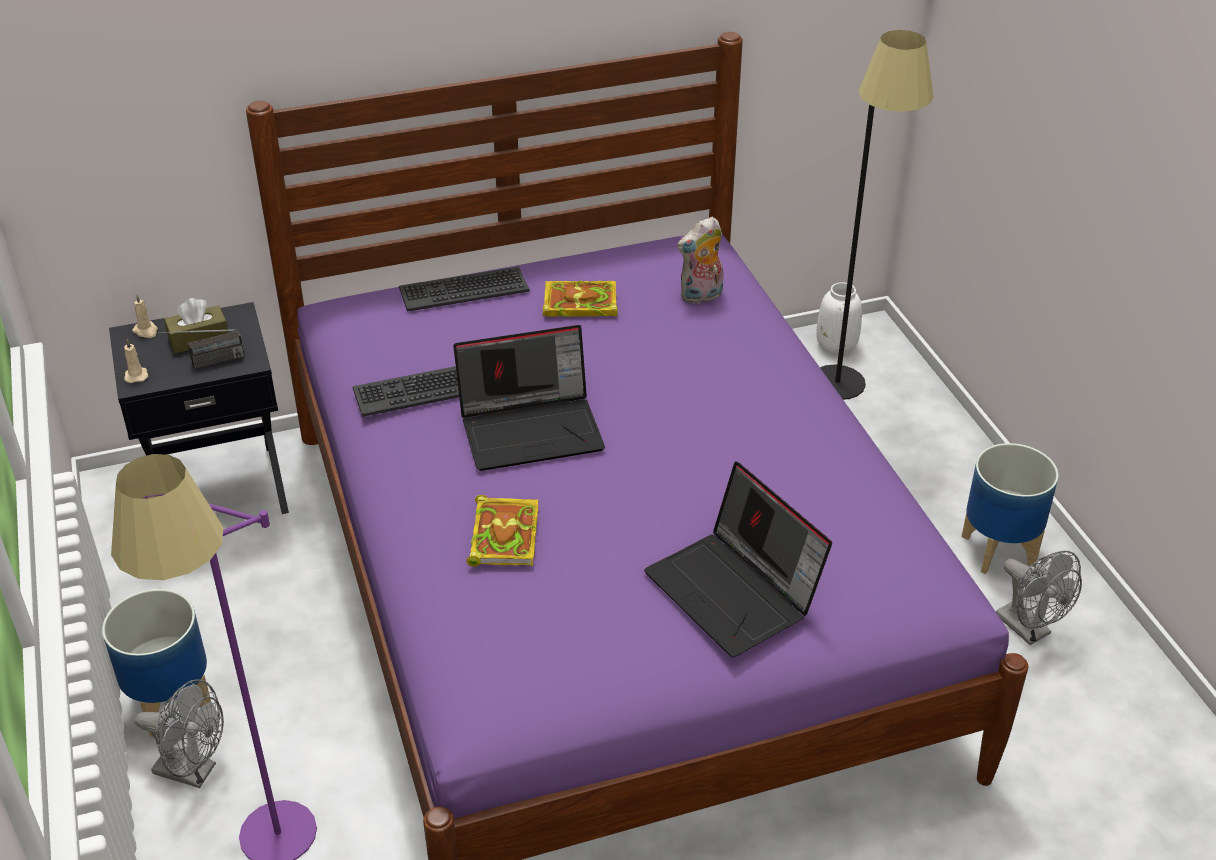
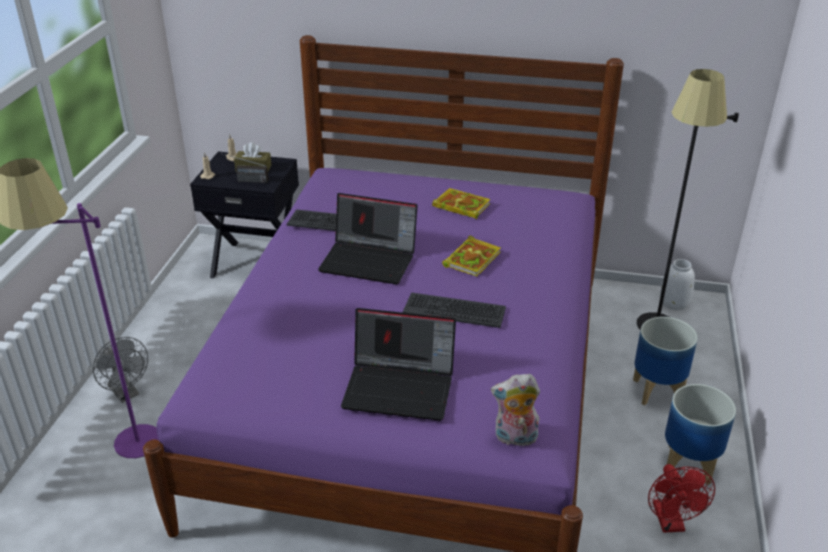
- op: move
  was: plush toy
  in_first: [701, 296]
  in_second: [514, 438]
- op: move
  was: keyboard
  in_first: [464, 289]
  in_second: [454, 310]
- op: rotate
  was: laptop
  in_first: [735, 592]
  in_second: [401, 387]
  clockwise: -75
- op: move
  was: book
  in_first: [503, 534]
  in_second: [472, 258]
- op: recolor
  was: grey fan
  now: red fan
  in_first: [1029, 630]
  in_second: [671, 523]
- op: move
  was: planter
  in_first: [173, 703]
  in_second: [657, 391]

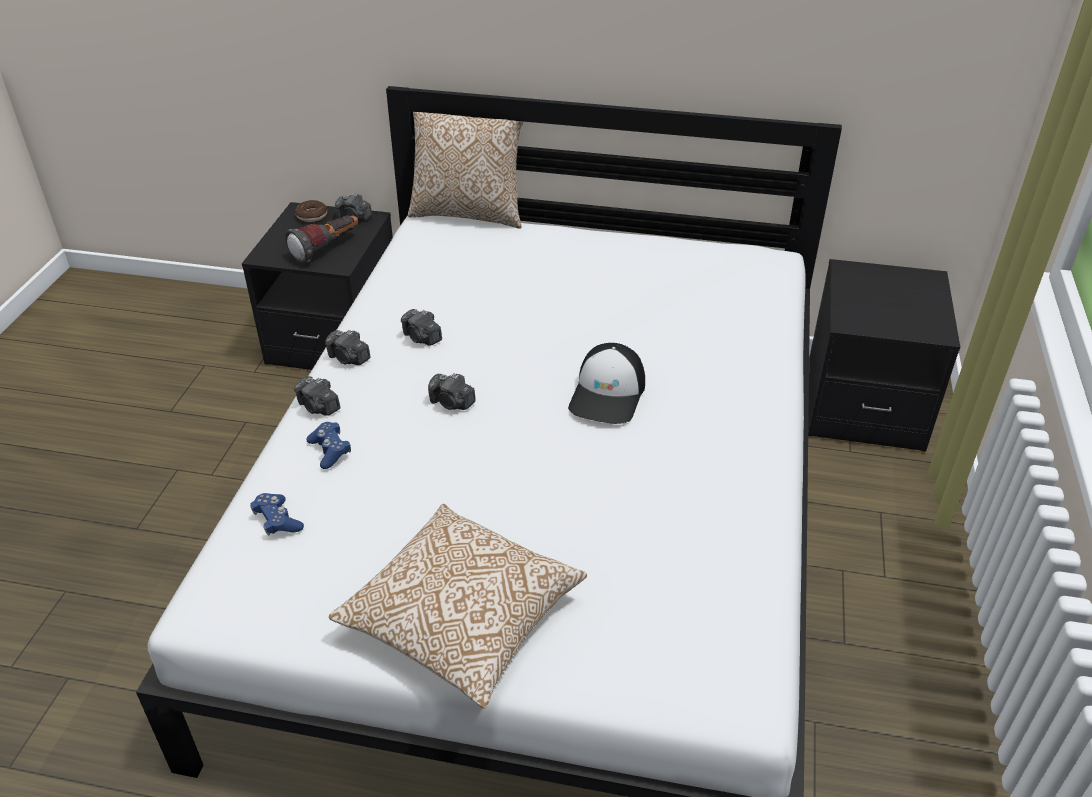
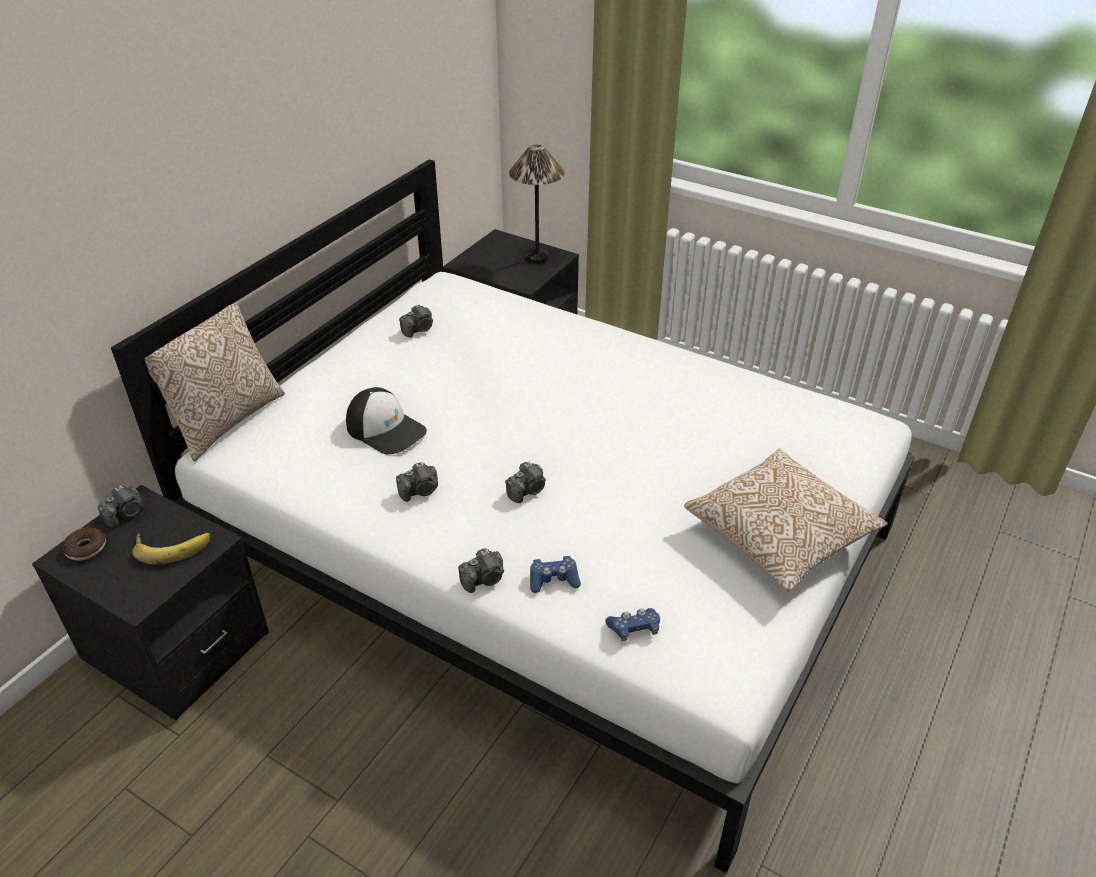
- op: replace
  was: flashlight
  now: banana
  in_first: [327, 249]
  in_second: [172, 546]
- op: move
  was: photo camera
  in_first: [349, 358]
  in_second: [419, 329]
- op: move
  was: cap
  in_first: [608, 394]
  in_second: [386, 429]
- op: insert
  now: table lamp
  in_second: [537, 258]

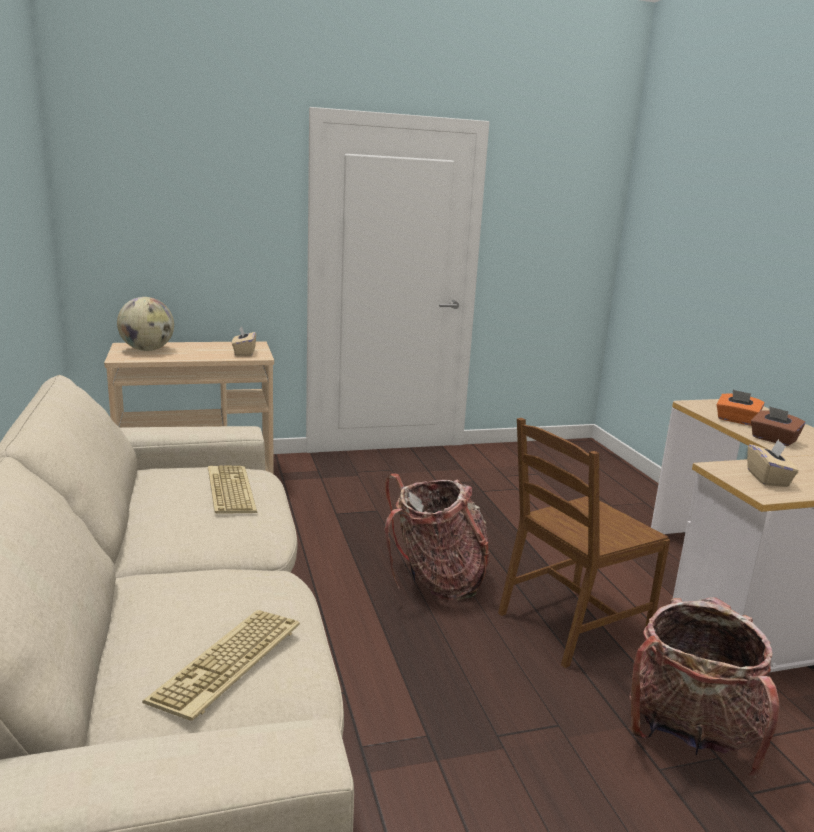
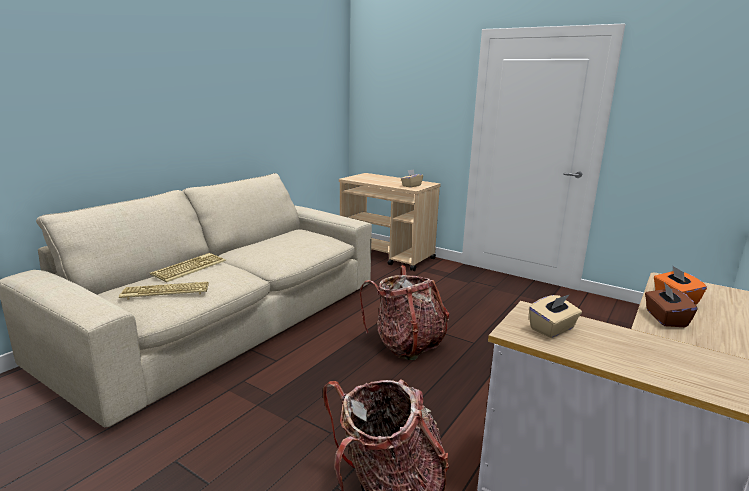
- op: delete
  was: globe
  in_first: [147, 350]
- op: delete
  was: brown chair
  in_first: [571, 623]
- op: move
  was: keyboard
  in_first: [229, 490]
  in_second: [189, 267]

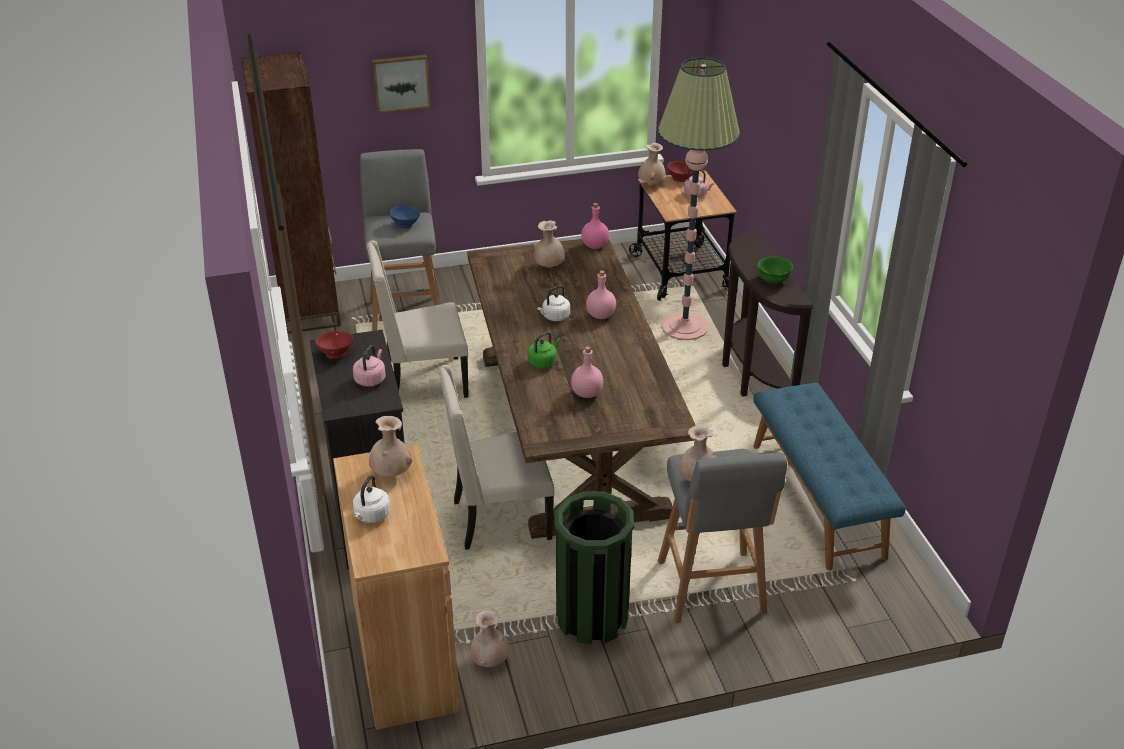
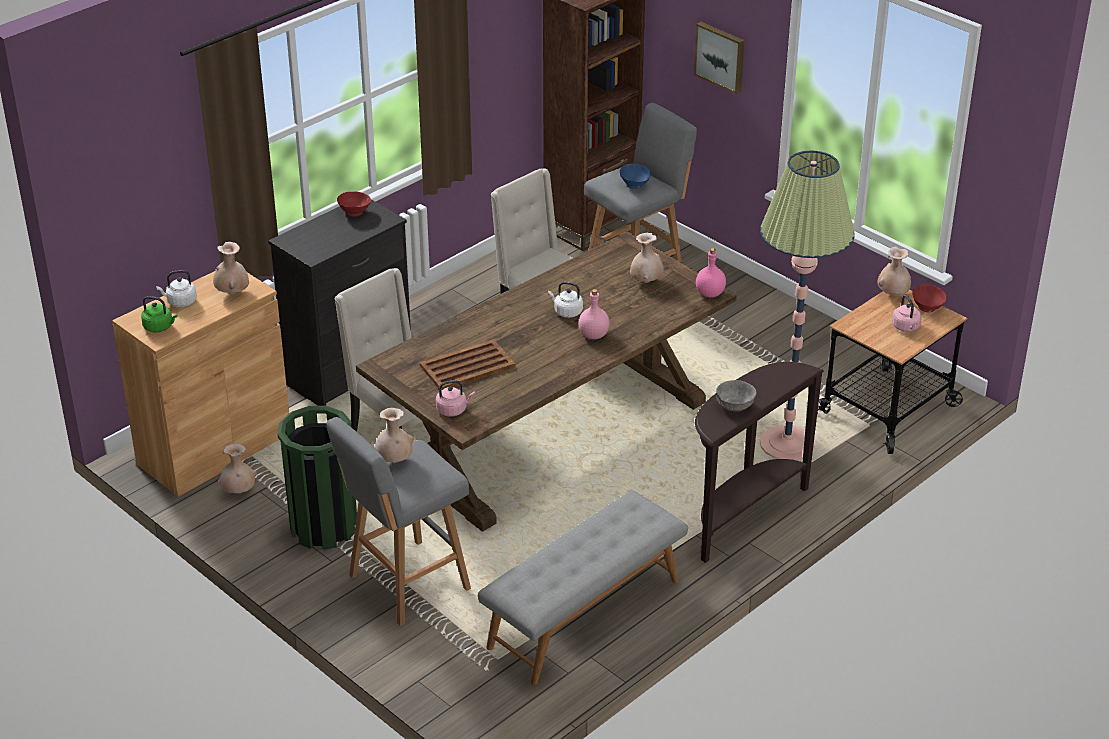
- op: recolor
  was: green bowl
  now: grey bowl
  in_first: [773, 279]
  in_second: [734, 406]
- op: move
  was: green kettle
  in_first: [543, 362]
  in_second: [160, 327]
- op: move
  was: pink kettle
  in_first: [371, 379]
  in_second: [453, 410]
- op: replace
  was: pink bottle
  now: brown tray
  in_first: [586, 393]
  in_second: [466, 366]
- op: recolor
  was: blue bench
  now: grey bench
  in_first: [818, 499]
  in_second: [585, 615]

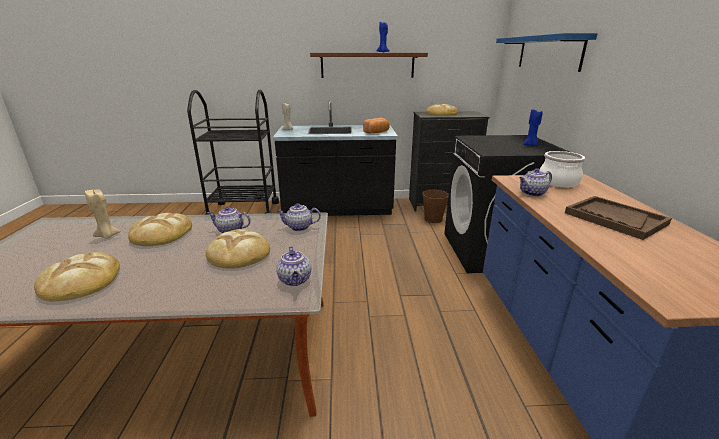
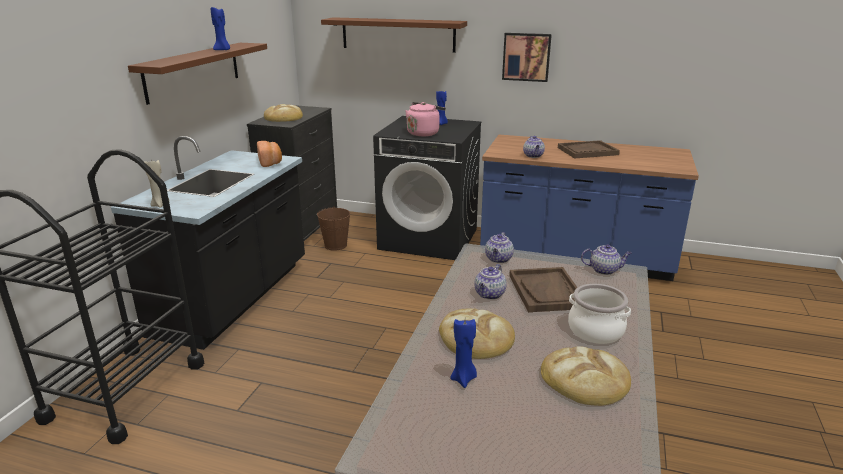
- op: recolor
  was: blue shelf
  now: brown shelf
  in_first: [548, 52]
  in_second: [398, 34]
- op: move
  was: cooking pot
  in_first: [557, 182]
  in_second: [595, 331]
- op: recolor
  was: beige candle
  now: blue candle
  in_first: [107, 236]
  in_second: [464, 379]
- op: replace
  was: bread
  now: brown tray
  in_first: [239, 253]
  in_second: [546, 291]
- op: insert
  now: picture
  in_second: [526, 57]
- op: insert
  now: pink kettle
  in_second: [424, 133]

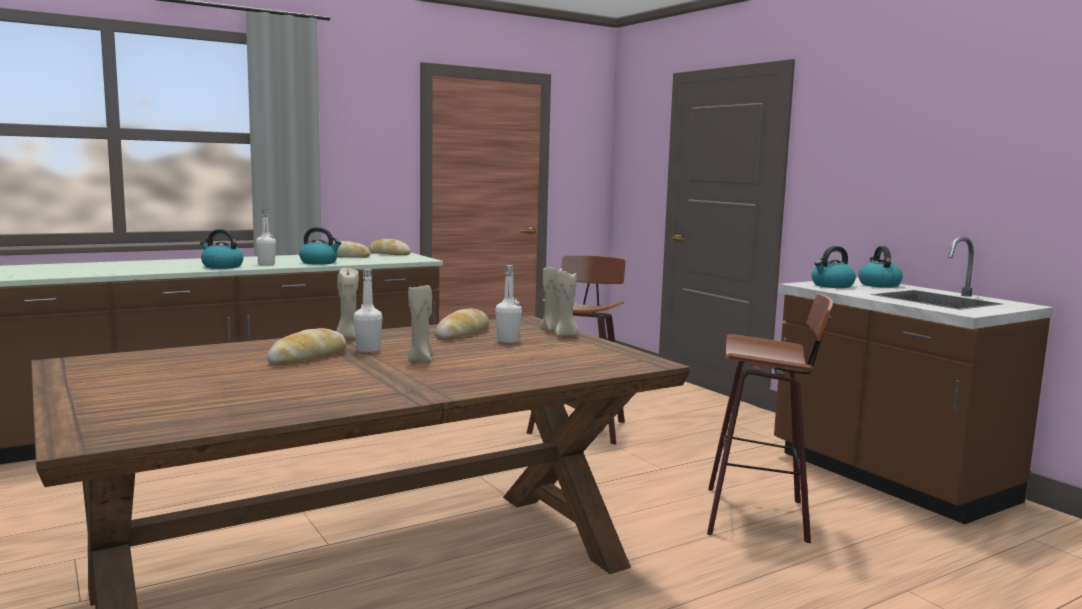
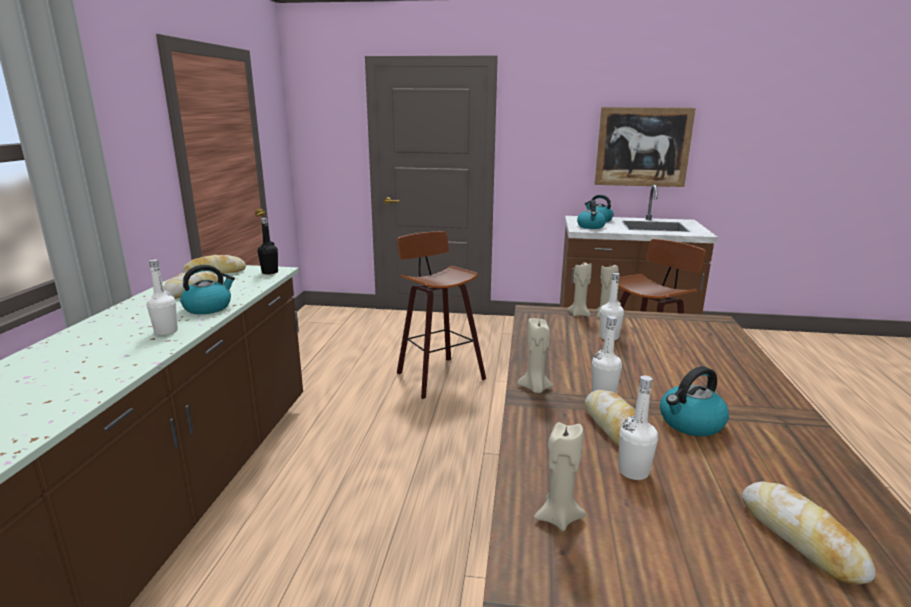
- op: move
  was: kettle
  in_first: [221, 266]
  in_second: [690, 423]
- op: move
  was: beige candle
  in_first: [421, 360]
  in_second: [558, 518]
- op: move
  was: bread
  in_first: [462, 333]
  in_second: [800, 538]
- op: insert
  now: picture
  in_second: [642, 147]
- op: insert
  now: black bottle
  in_second: [270, 272]
- op: insert
  now: white bottle
  in_second: [633, 471]

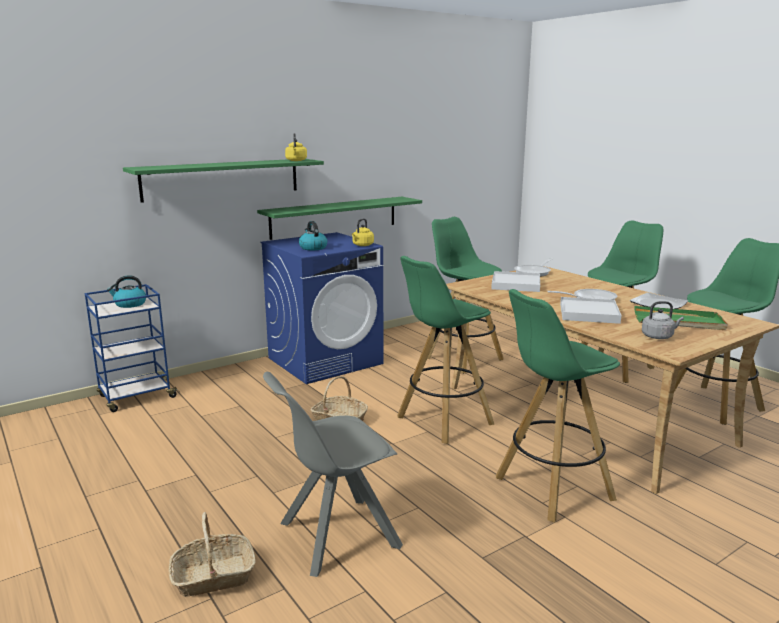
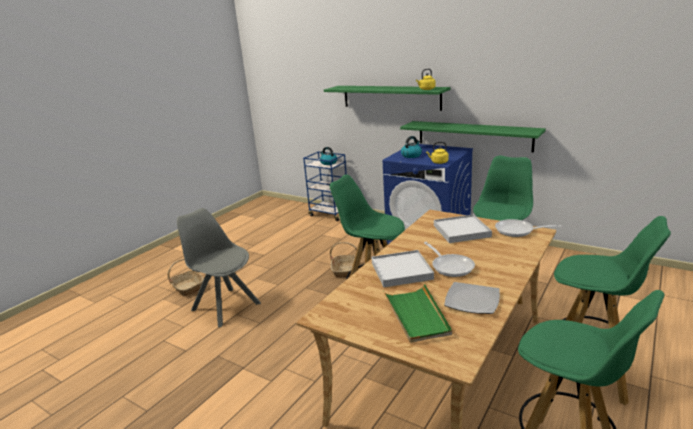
- op: delete
  was: green stool
  in_first: [552, 489]
- op: delete
  was: grey kettle
  in_first: [658, 336]

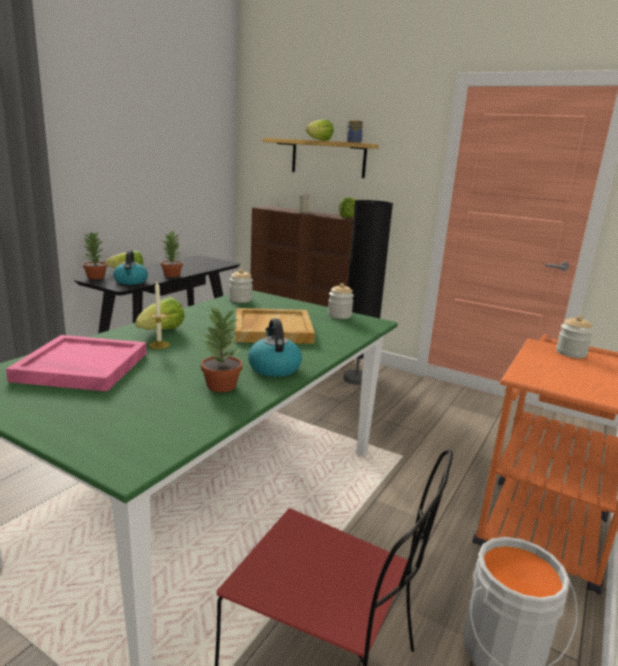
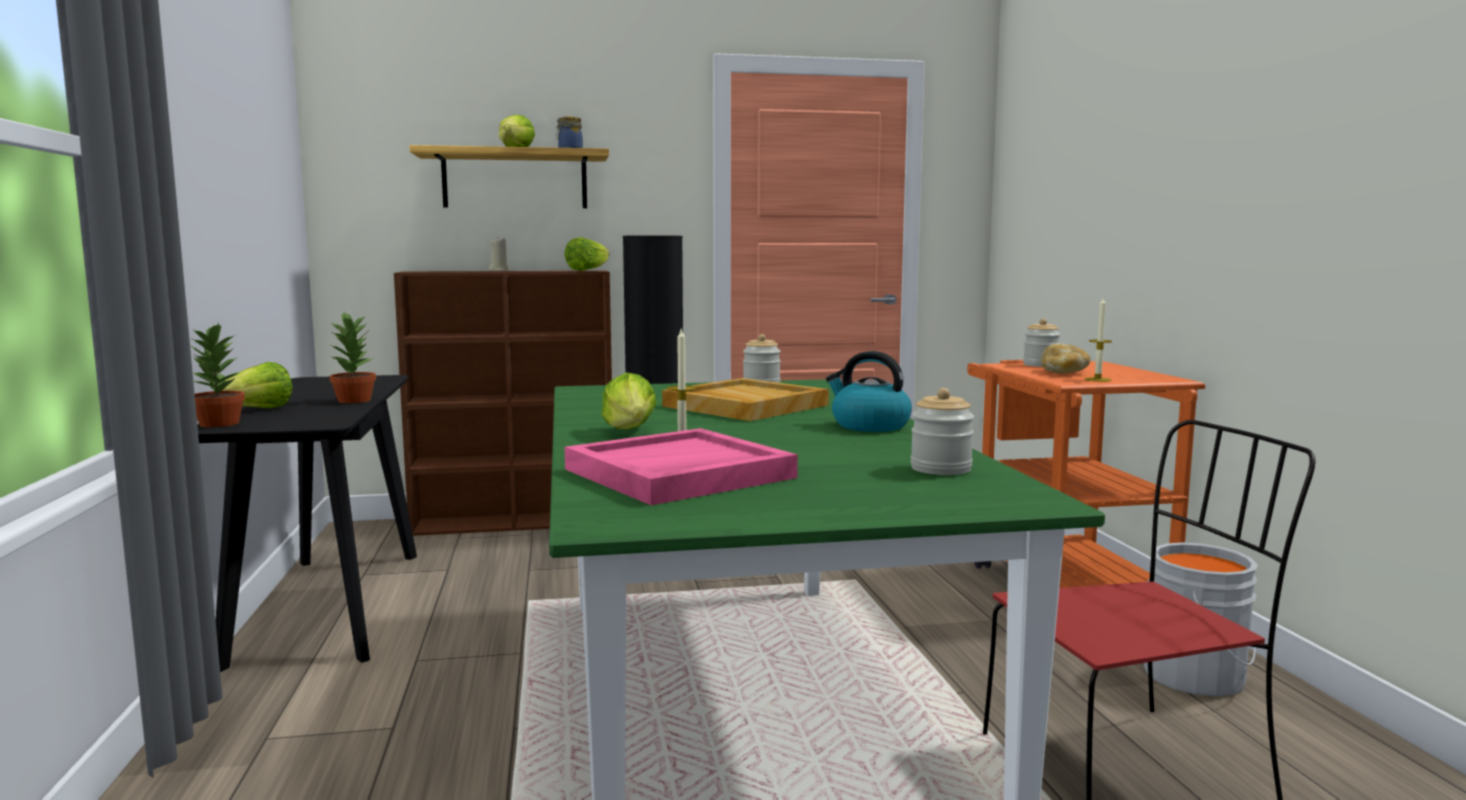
- op: delete
  was: kettle
  in_first: [131, 281]
- op: move
  was: jar
  in_first: [240, 300]
  in_second: [940, 469]
- op: delete
  was: potted plant
  in_first: [220, 385]
- op: insert
  now: candle
  in_second: [1097, 379]
- op: insert
  now: bread
  in_second: [1063, 372]

